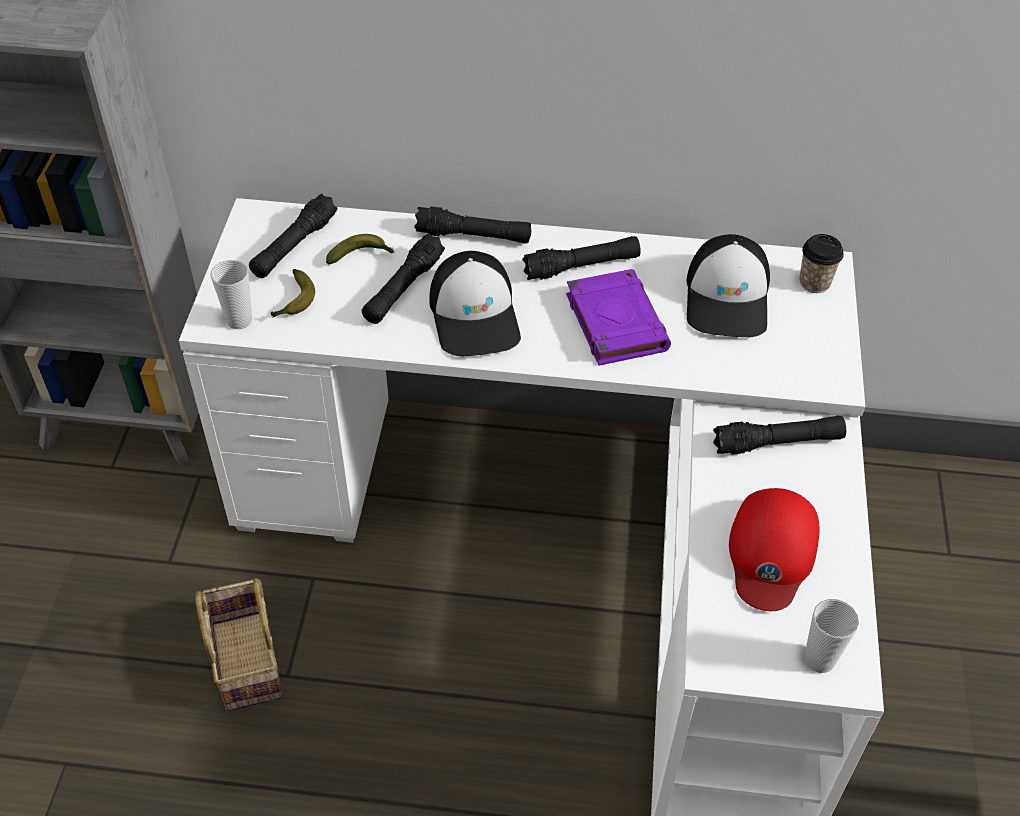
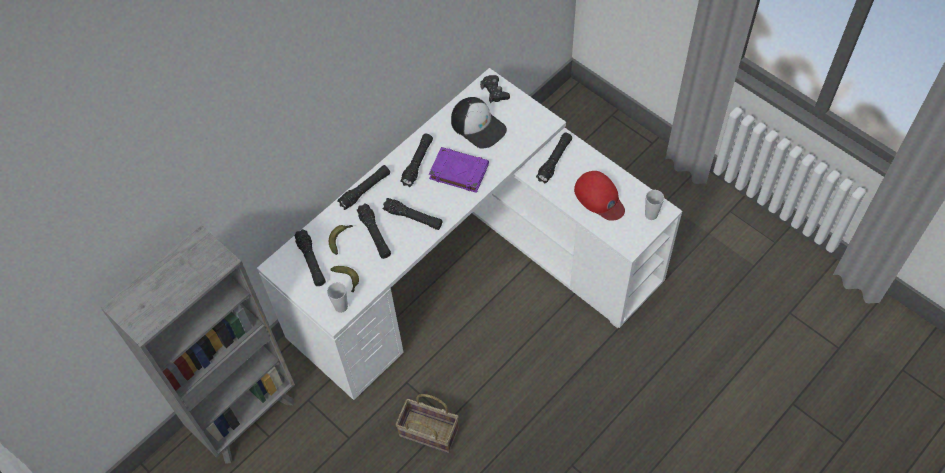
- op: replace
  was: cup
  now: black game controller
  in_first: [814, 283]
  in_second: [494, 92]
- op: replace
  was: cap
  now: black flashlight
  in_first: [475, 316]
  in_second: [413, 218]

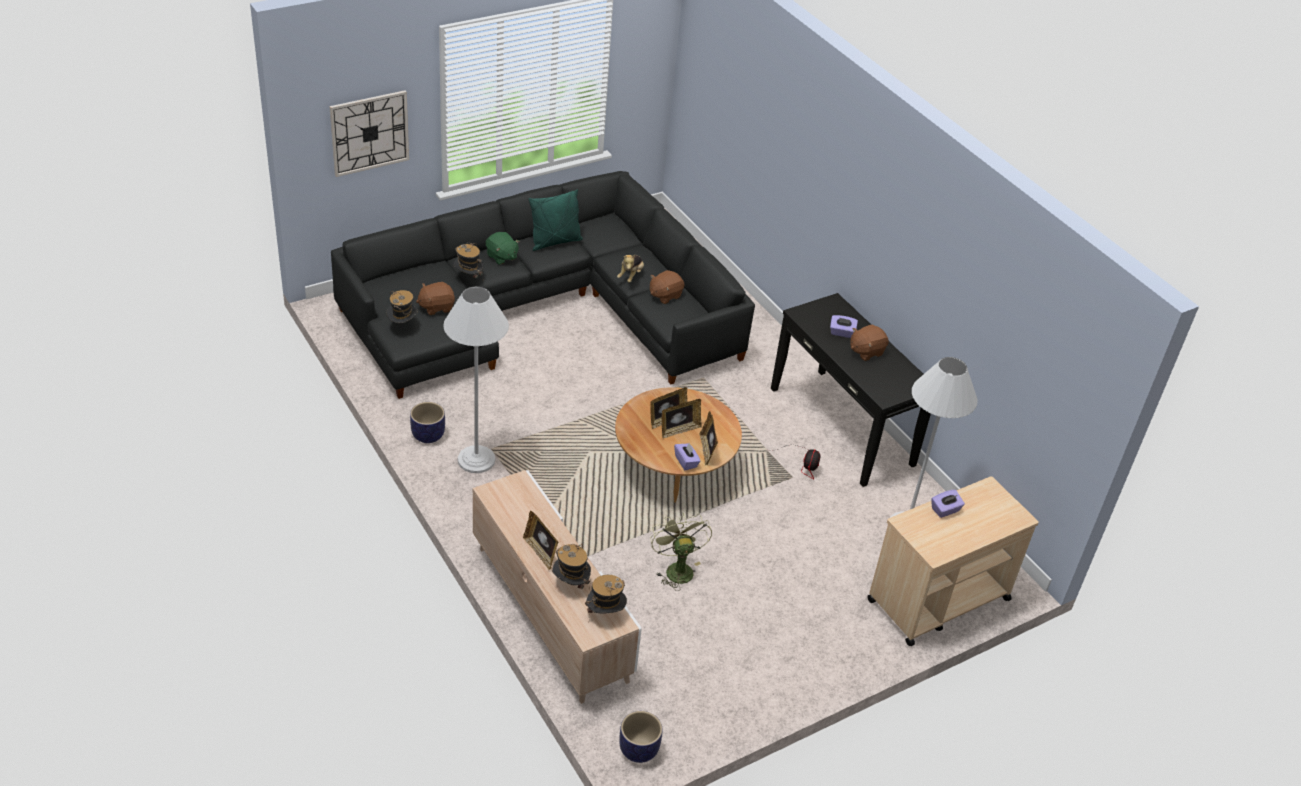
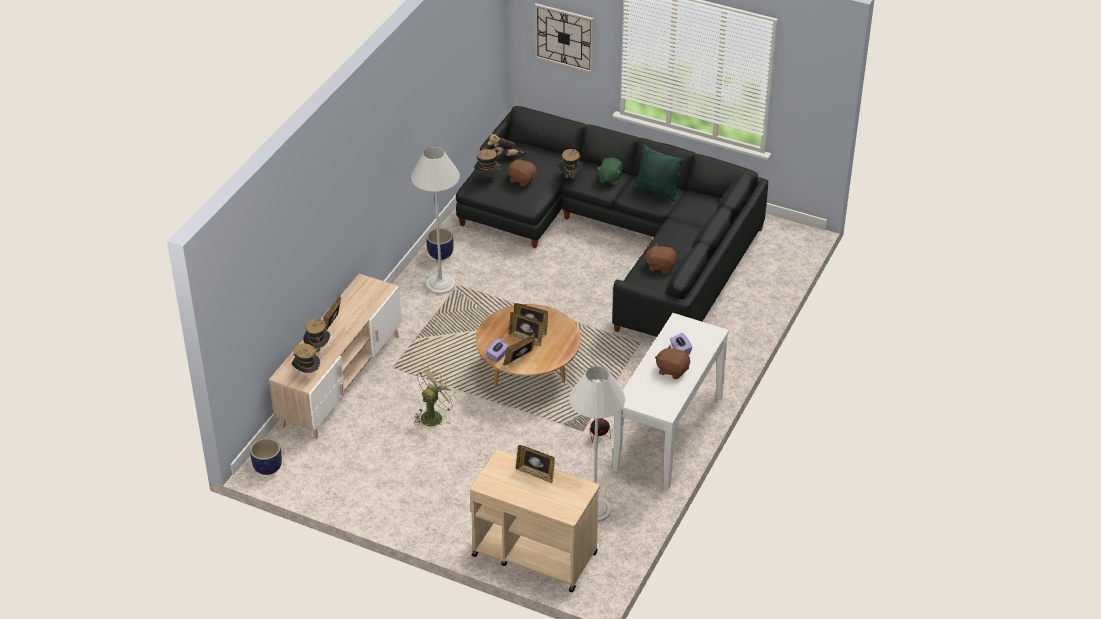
- op: move
  was: plush toy
  in_first: [631, 275]
  in_second: [506, 156]
- op: recolor
  was: black console table
  now: white console table
  in_first: [842, 426]
  in_second: [669, 433]
- op: replace
  was: purple tissue box
  now: picture frame
  in_first: [945, 510]
  in_second: [535, 474]

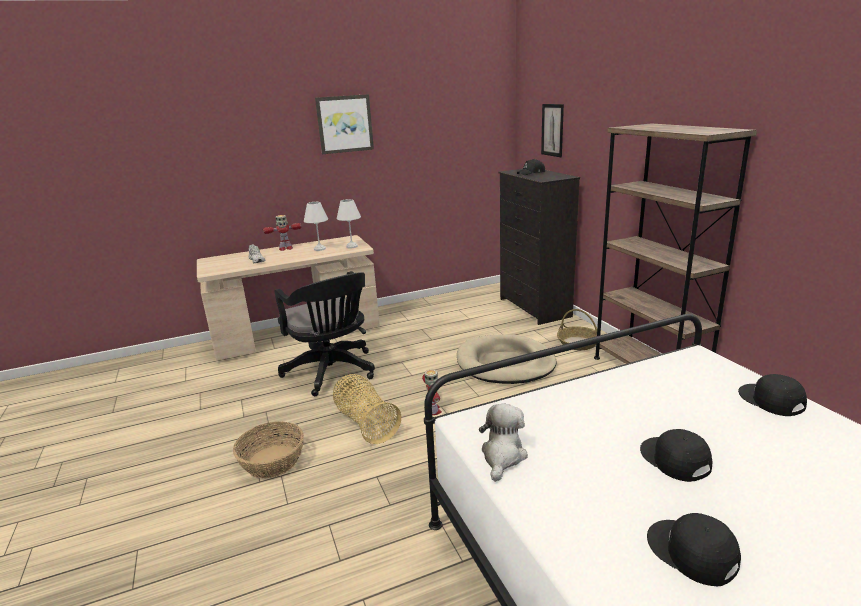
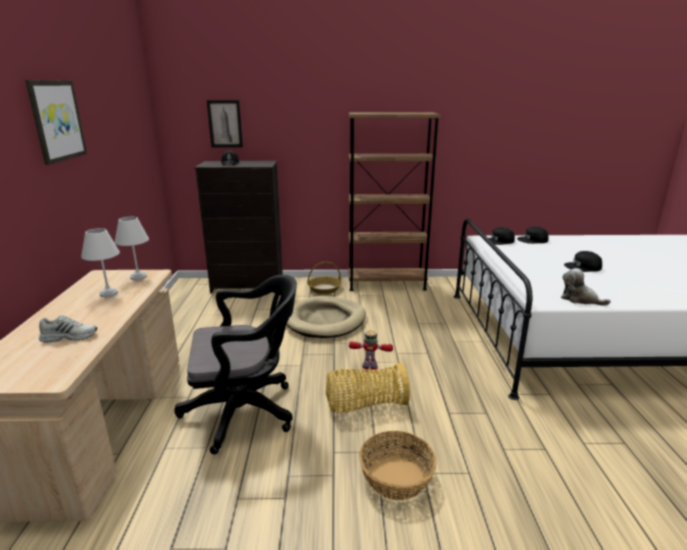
- op: delete
  was: toy robot
  in_first: [285, 248]
- op: move
  was: black cap
  in_first: [691, 552]
  in_second: [499, 241]

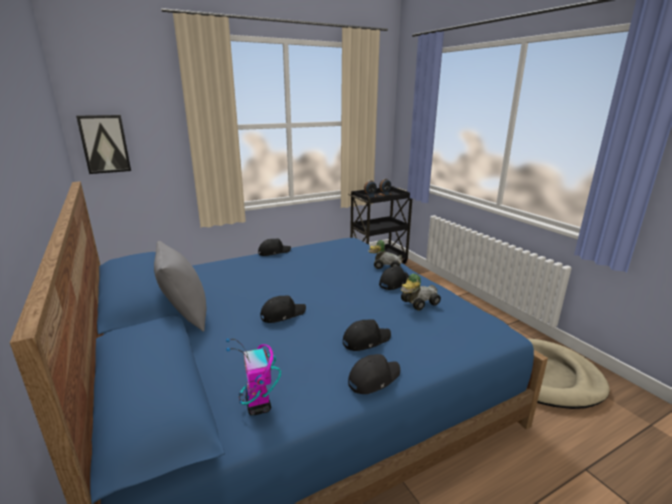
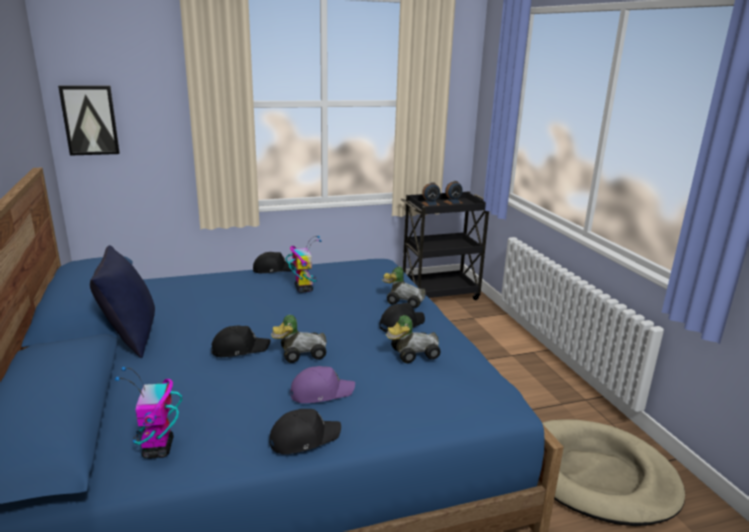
- op: recolor
  was: grey pillow
  now: blue pillow
  in_first: [185, 316]
  in_second: [130, 338]
- op: recolor
  was: black cap
  now: purple cap
  in_first: [365, 340]
  in_second: [321, 392]
- op: insert
  now: toy robot
  in_second: [303, 288]
- op: insert
  now: toy car
  in_second: [300, 353]

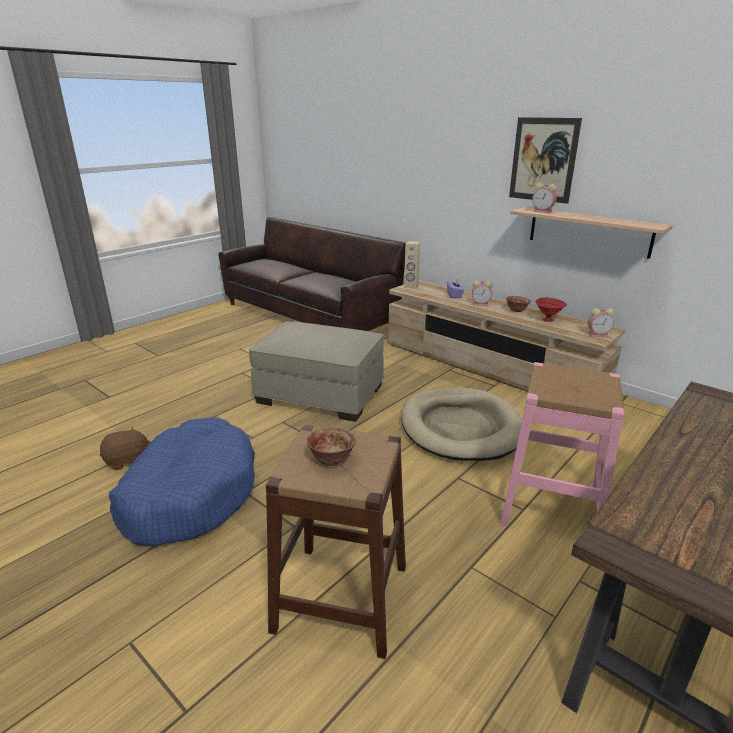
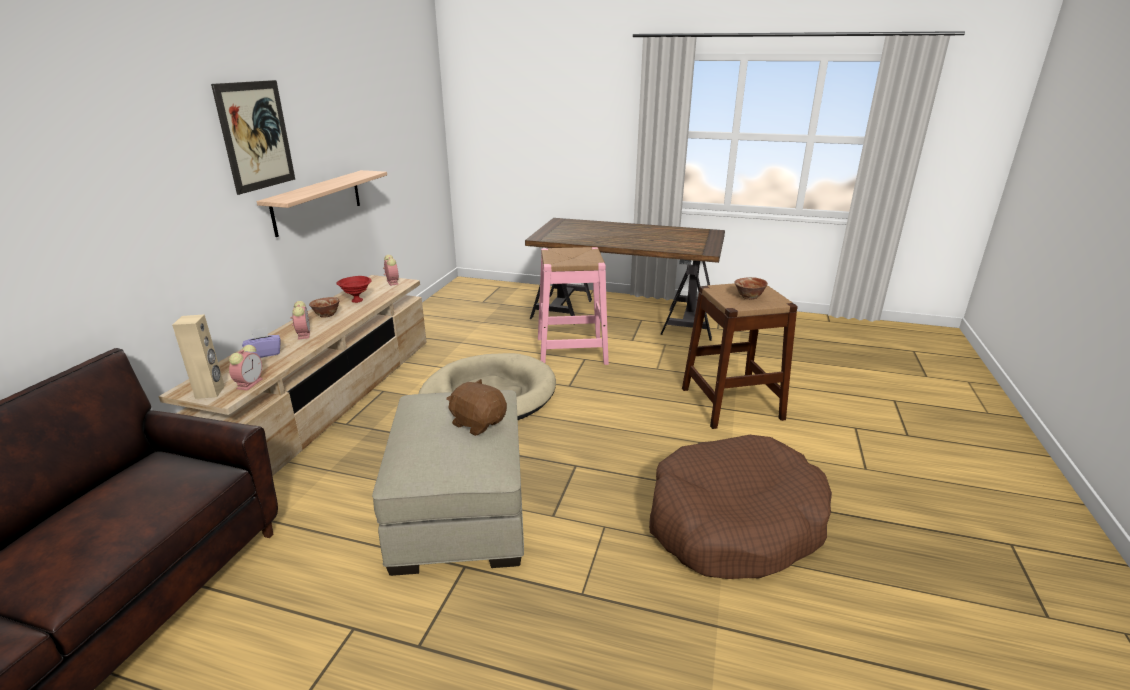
- op: move
  was: alarm clock
  in_first: [543, 211]
  in_second: [250, 383]
- op: recolor
  was: blue dog bed
  now: brown dog bed
  in_first: [189, 494]
  in_second: [733, 523]
- op: move
  was: brown plush toy
  in_first: [127, 460]
  in_second: [478, 423]

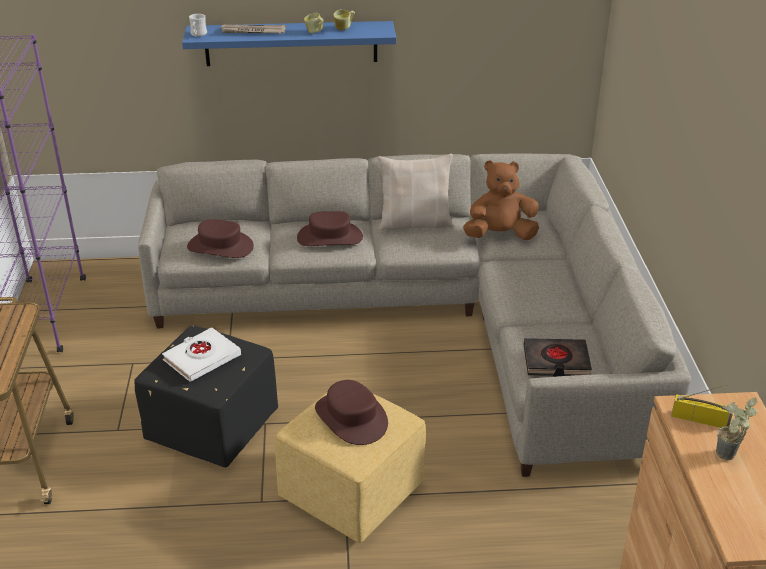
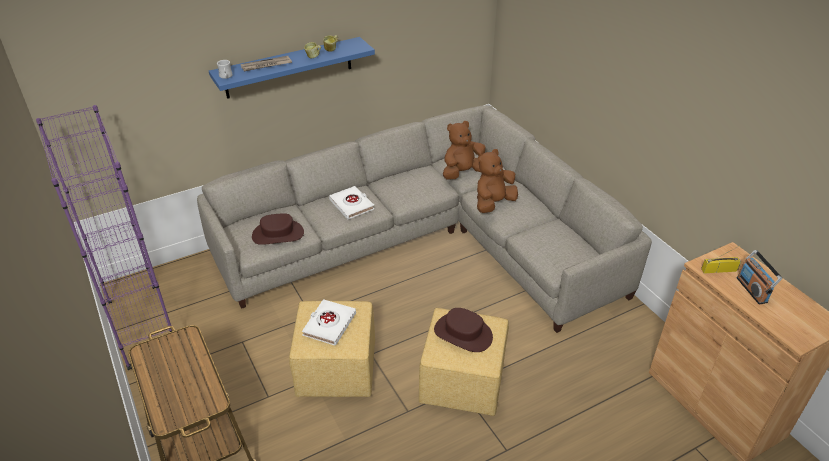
- op: delete
  was: beige pillow
  in_first: [415, 222]
- op: replace
  was: brown hat
  now: white book
  in_first: [330, 237]
  in_second: [352, 205]
- op: recolor
  was: black ottoman
  now: yellow ottoman
  in_first: [211, 427]
  in_second: [335, 370]
- op: delete
  was: black book
  in_first: [556, 361]
- op: replace
  was: potted plant
  now: radio
  in_first: [728, 458]
  in_second: [752, 290]
- op: insert
  now: brown plush toy
  in_second: [493, 203]

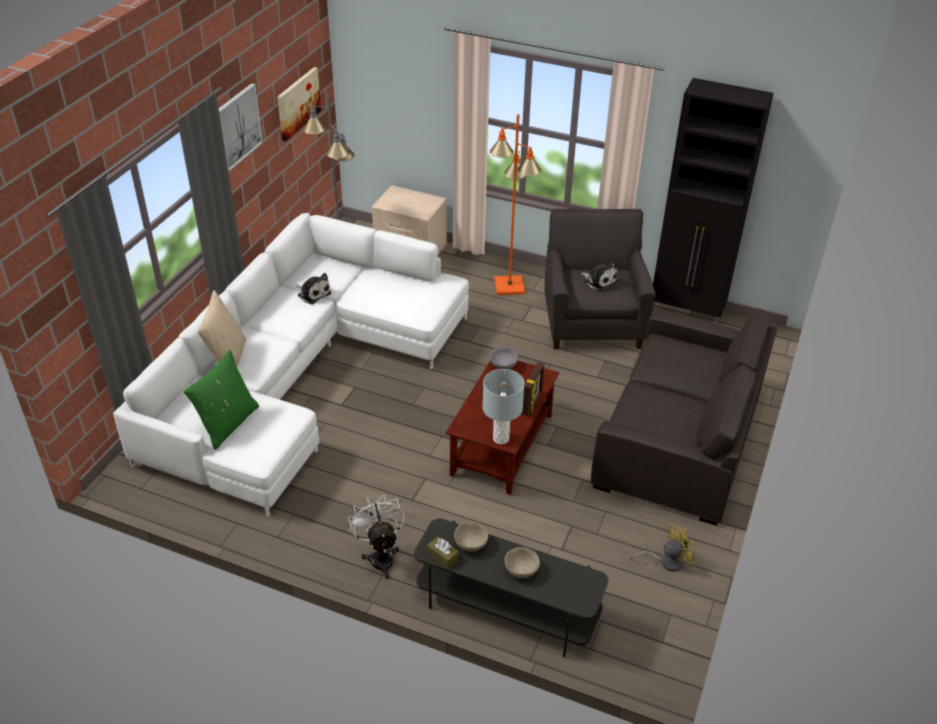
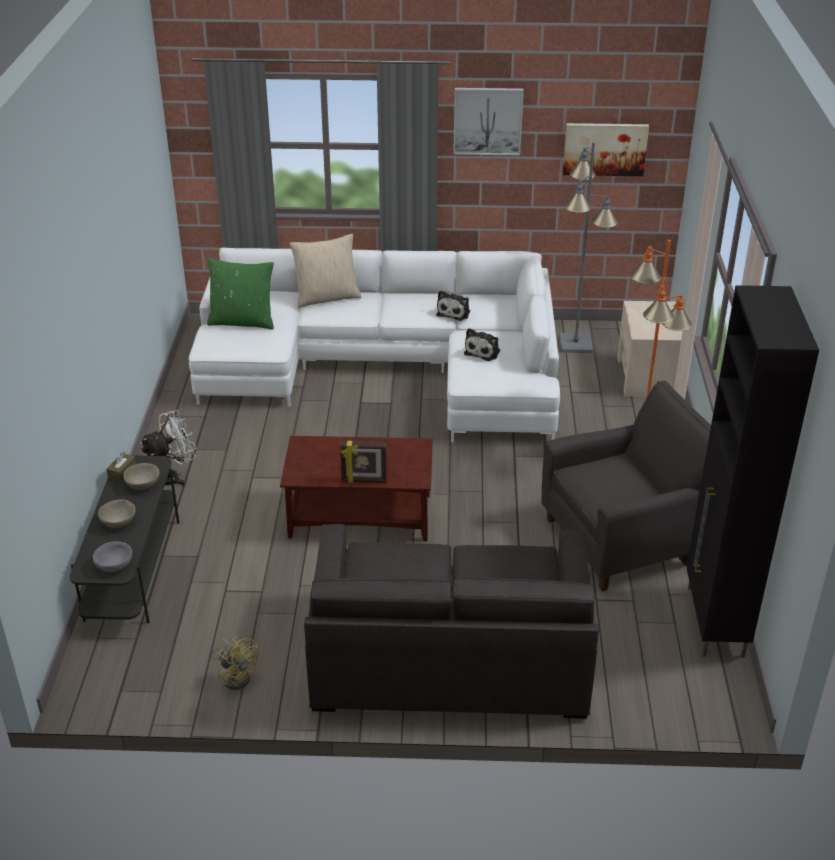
- op: move
  was: plush toy
  in_first: [599, 281]
  in_second: [483, 351]
- op: move
  was: grey bowl
  in_first: [503, 365]
  in_second: [114, 565]
- op: delete
  was: grey table lamp
  in_first: [501, 439]

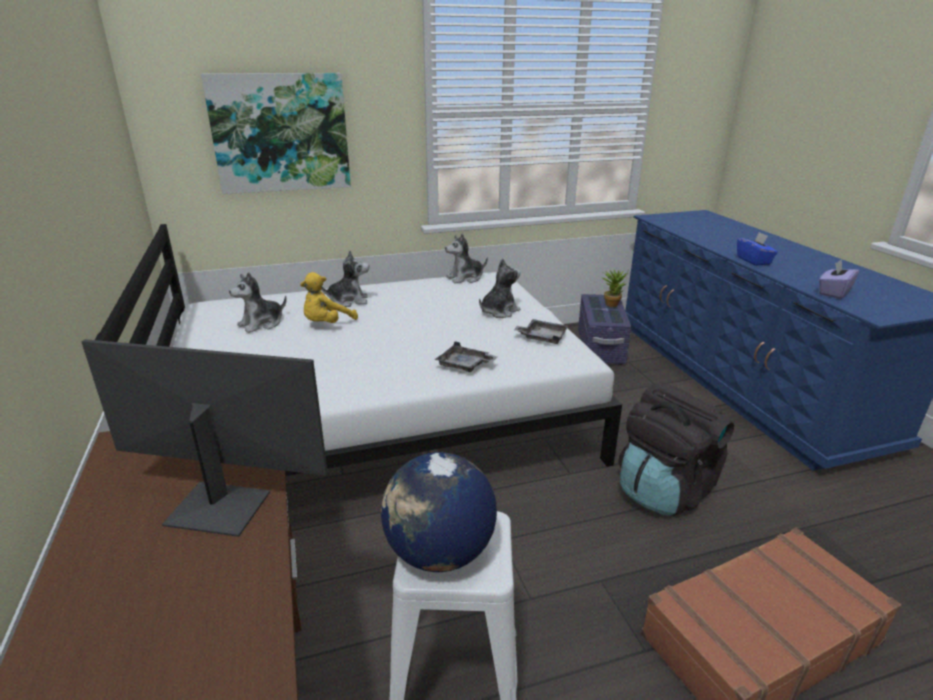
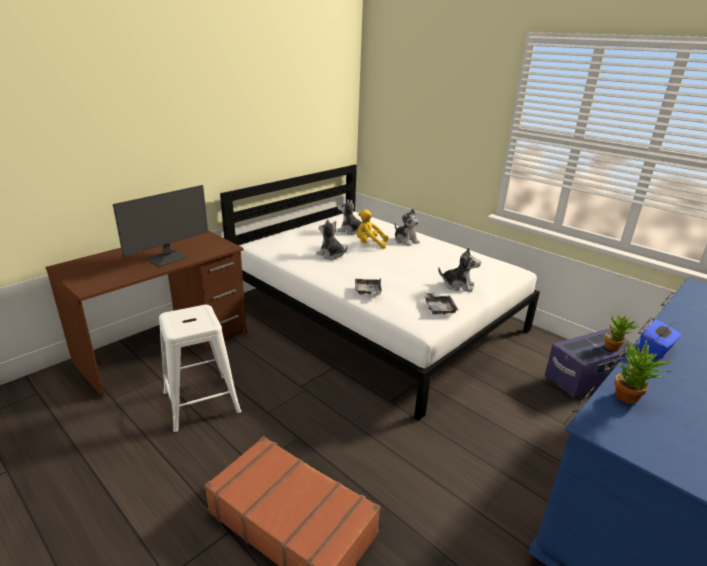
- op: delete
  was: picture
  in_first: [280, 133]
- op: move
  was: plush toy
  in_first: [465, 278]
  in_second: [331, 255]
- op: replace
  was: purple tissue box
  now: potted plant
  in_first: [833, 292]
  in_second: [630, 400]
- op: rotate
  was: monitor
  in_first: [219, 506]
  in_second: [167, 258]
  clockwise: 60
- op: delete
  was: black backpack
  in_first: [665, 490]
- op: delete
  was: globe
  in_first: [439, 553]

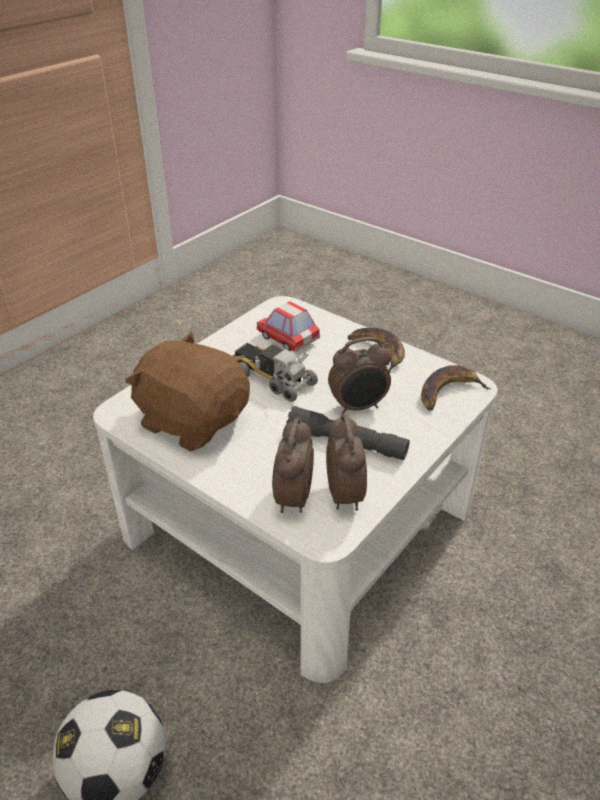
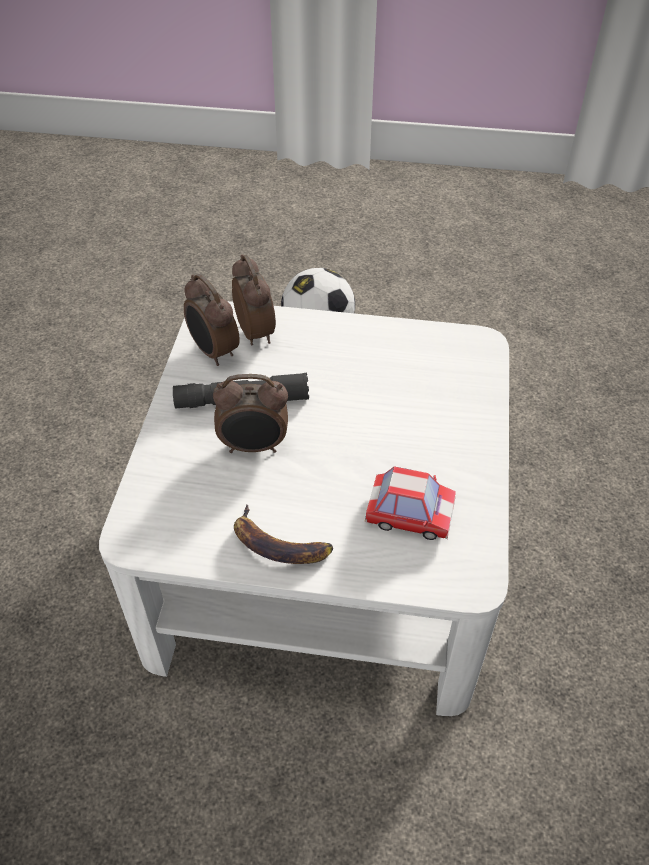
- op: delete
  was: brown plush toy
  in_first: [193, 421]
- op: rotate
  was: alarm clock
  in_first: [358, 407]
  in_second: [254, 446]
  clockwise: -135
- op: delete
  was: toy truck
  in_first: [273, 379]
- op: delete
  was: banana
  in_first: [449, 392]

